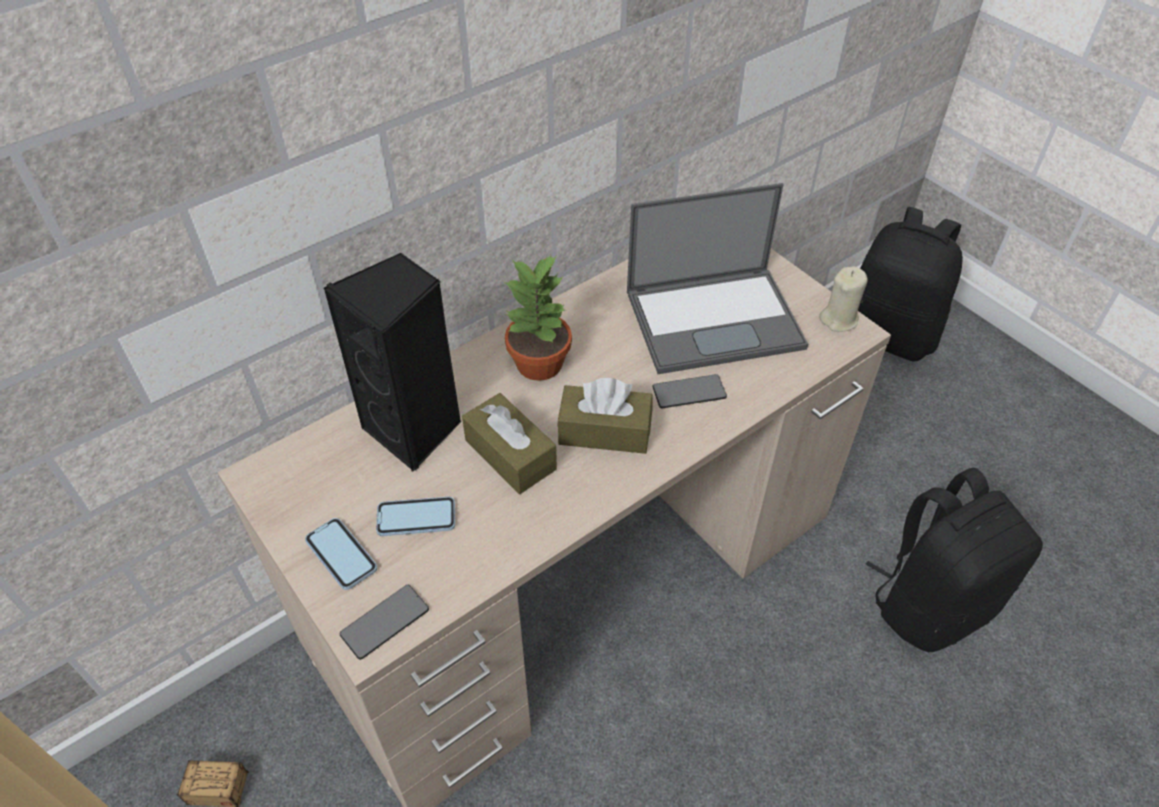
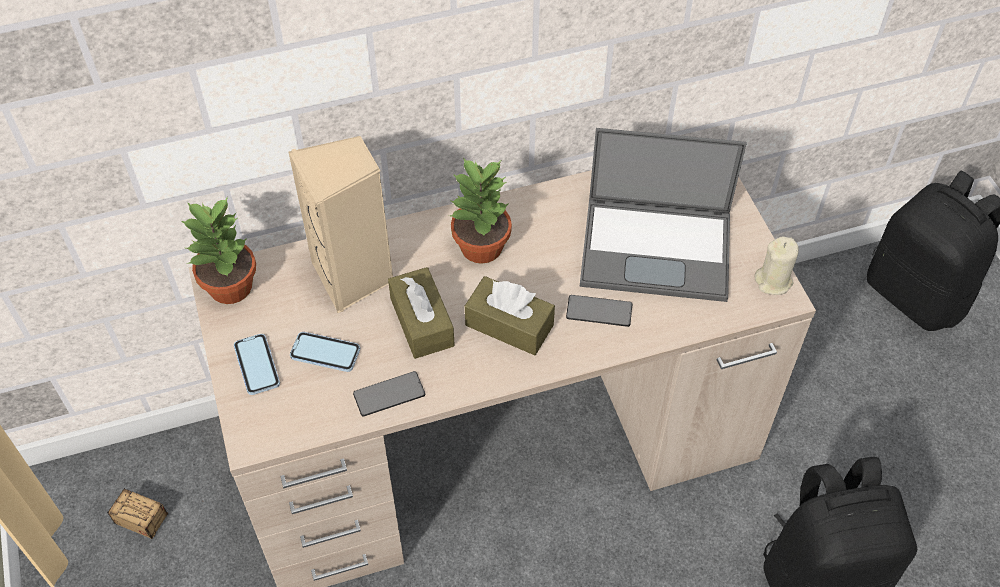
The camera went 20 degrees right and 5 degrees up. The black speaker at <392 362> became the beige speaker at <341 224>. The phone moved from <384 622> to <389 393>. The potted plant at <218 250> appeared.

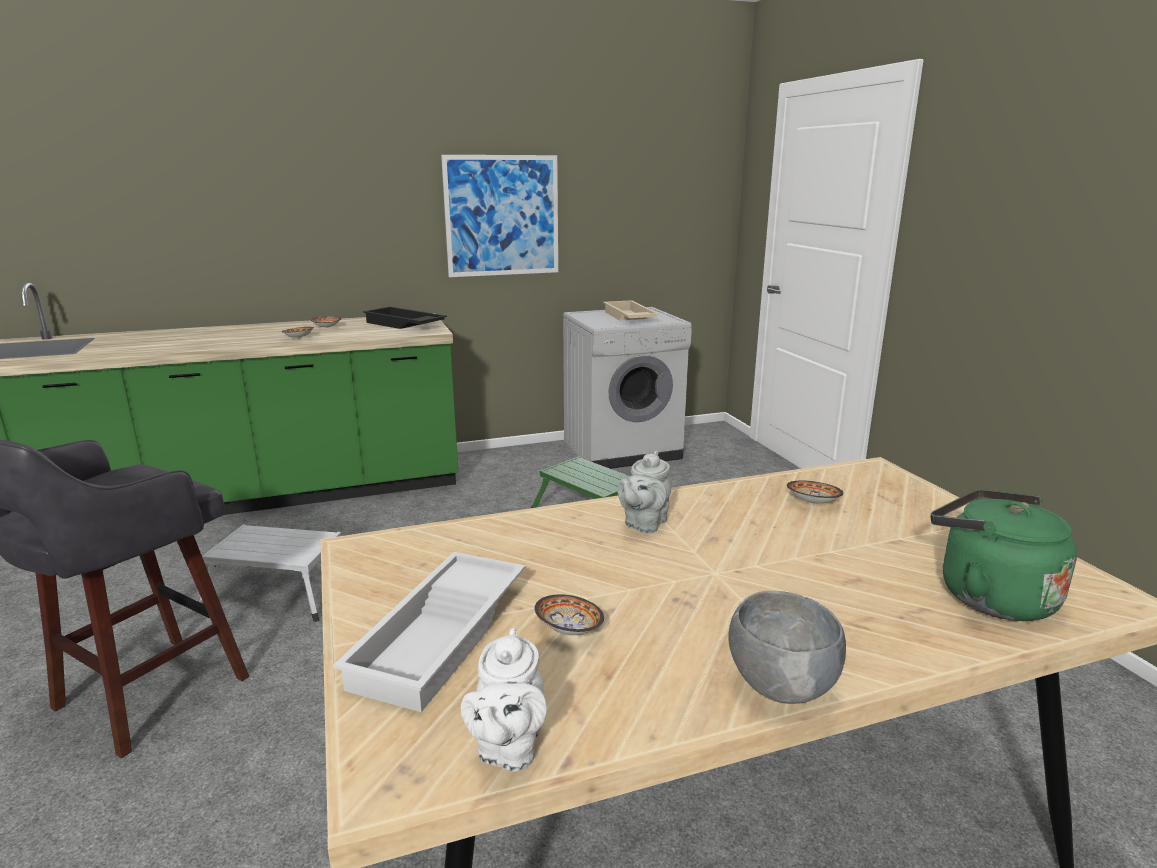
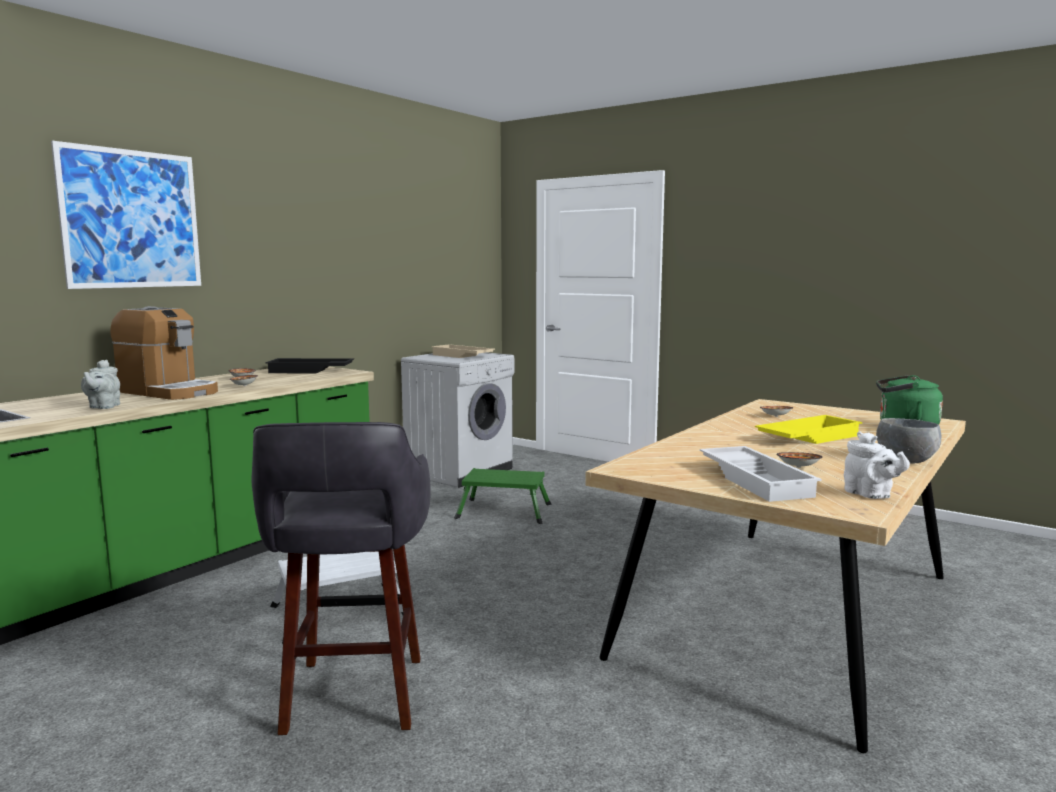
The camera went 35 degrees left and 10 degrees down. The picture moved from <499 216> to <126 215>. The grey teapot moved from <644 492> to <100 384>. The coffee machine at <164 353> appeared. The yellow tray at <808 429> appeared.

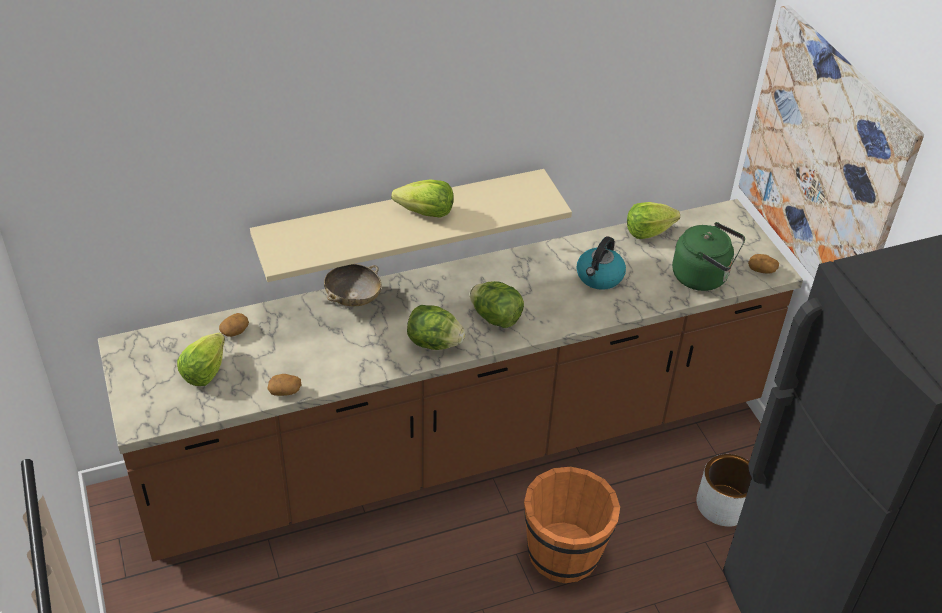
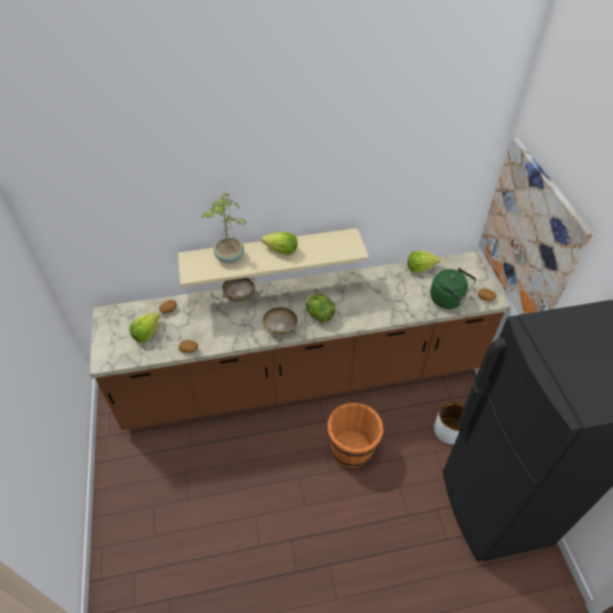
The camera went 10 degrees right and 5 degrees up. The kettle at <601 263> disappeared. The lettuce at <436 327> was replaced by the beige bowl at <280 319>. The potted plant at <224 227> appeared.

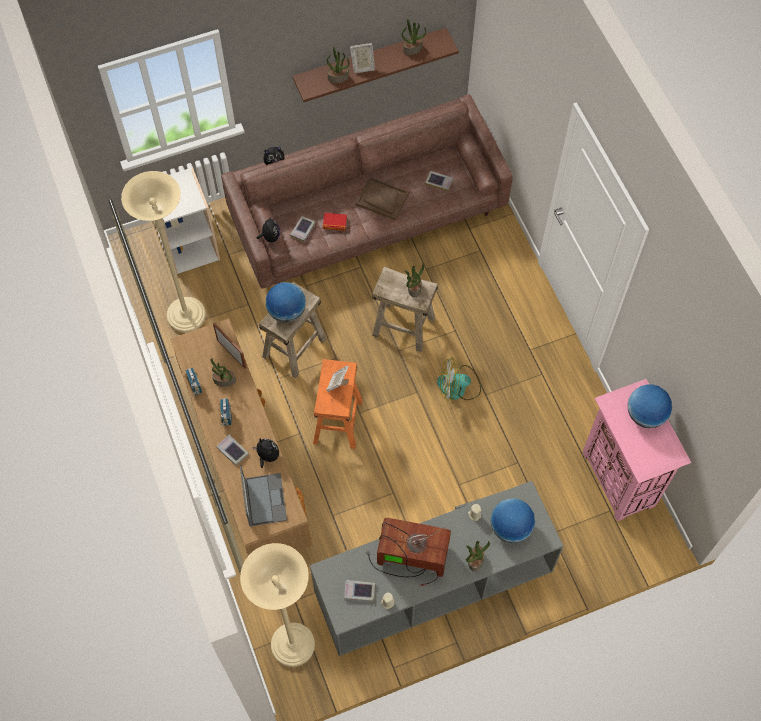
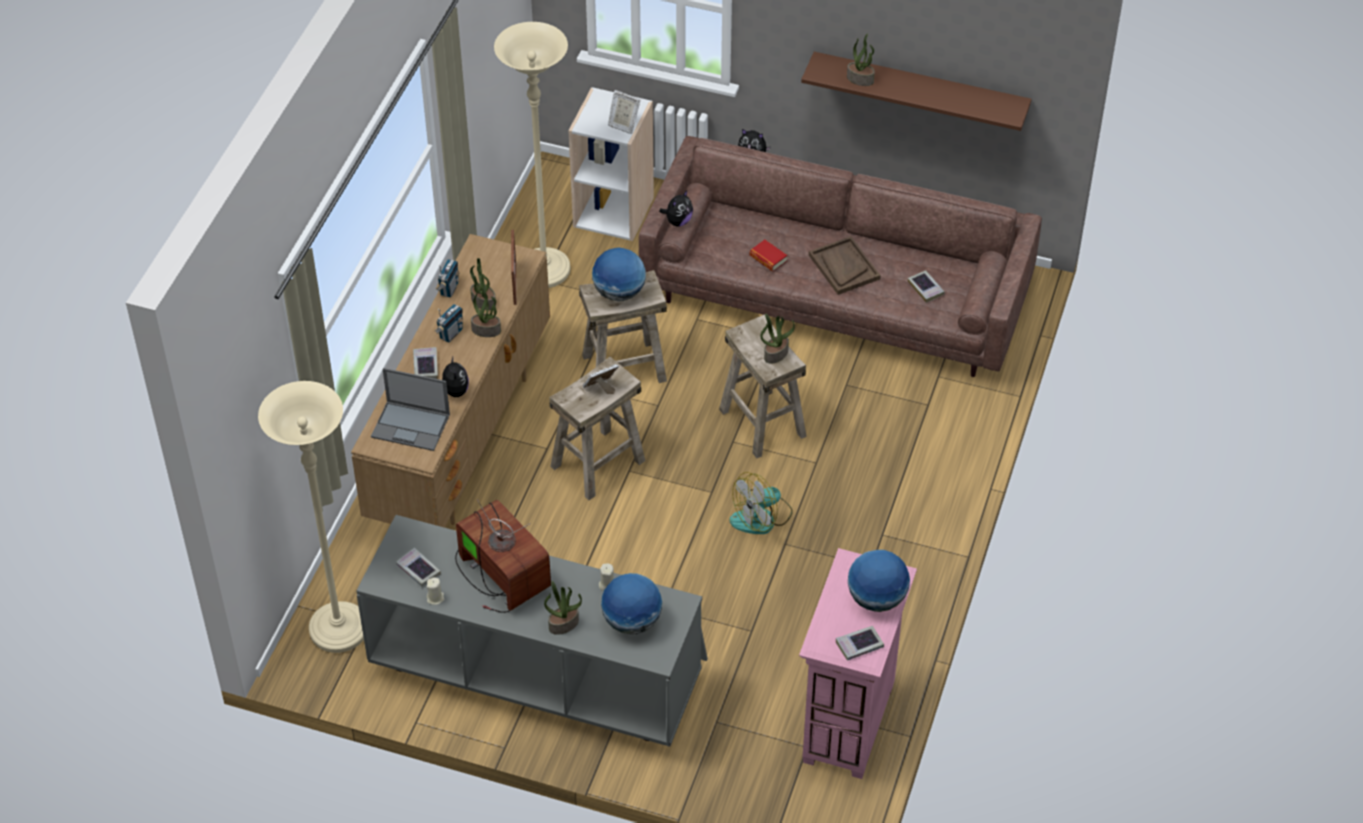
The camera went 40 degrees right and 15 degrees down. The potted plant moved from <414 36> to <486 311>. The picture frame moved from <362 58> to <624 112>. The book moved from <303 229> to <860 643>. The fan at <459 379> turned 75 degrees counterclockwise. The orange stool at <338 404> became the beige stool at <597 428>. The laptop at <263 495> turned 75 degrees clockwise.

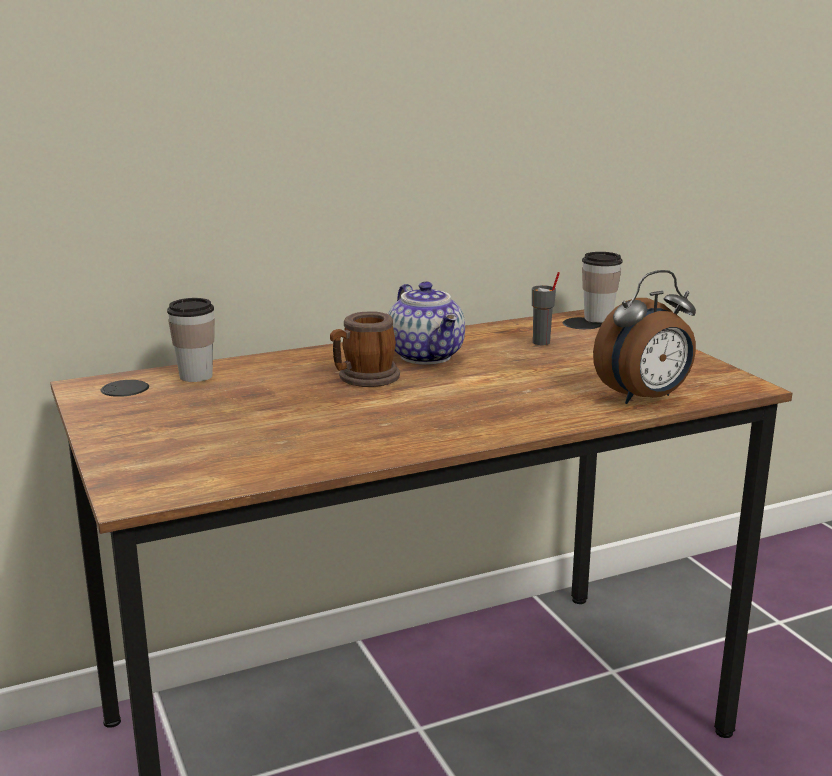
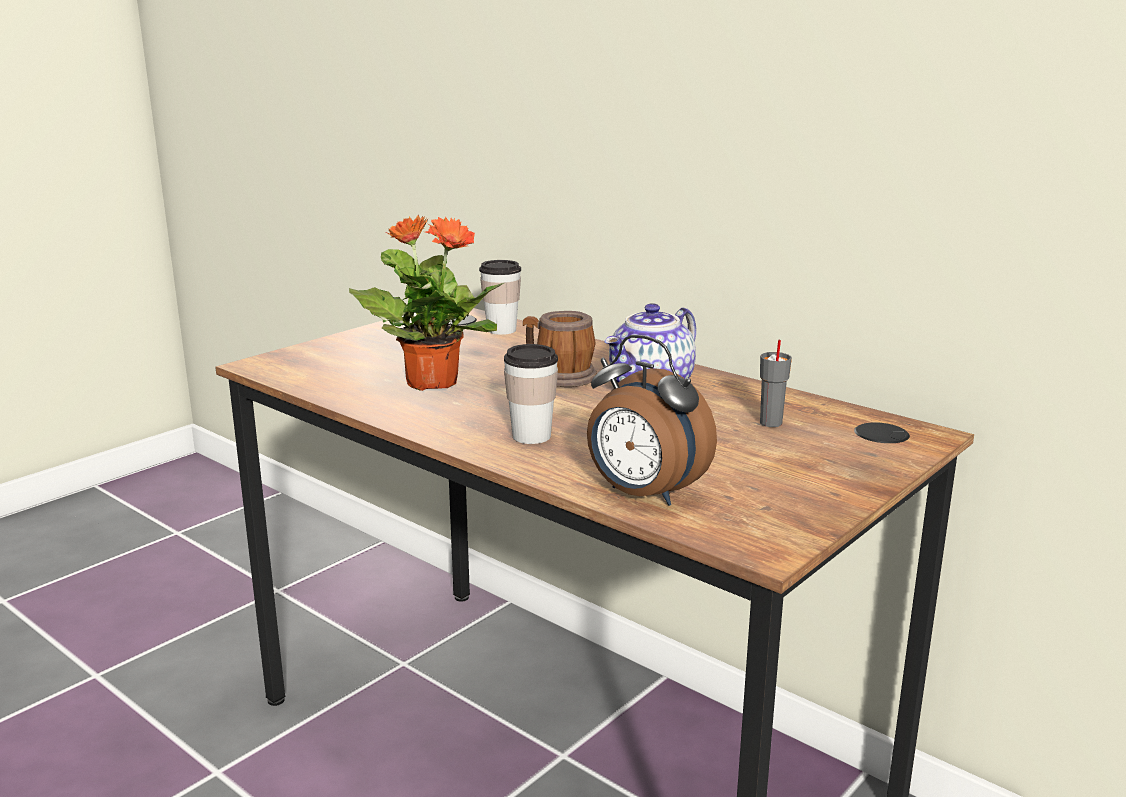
The camera went 65 degrees right and 0 degrees up. The cup moved from <602 287> to <531 394>. The potted plant at <426 303> appeared.

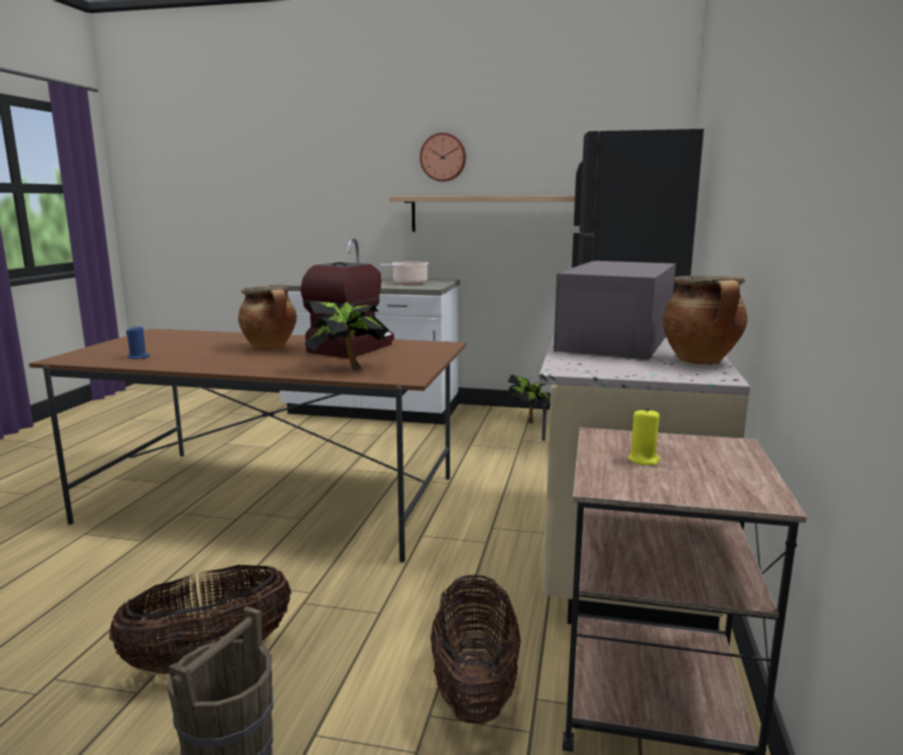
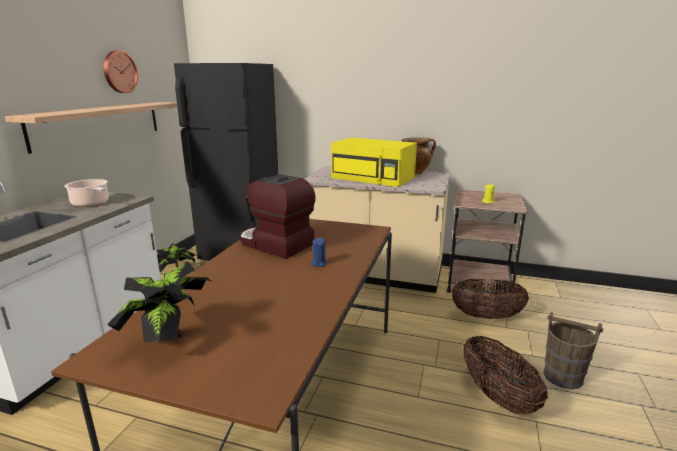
The camera went 85 degrees left and 5 degrees up. The wall clock moved from <443 157> to <120 72>. The grey microwave at <615 310> became the yellow microwave at <374 162>. The cooking pot at <267 318> disappeared. The potted plant moved from <347 336> to <159 302>. The blue candle moved from <138 342> to <319 252>.

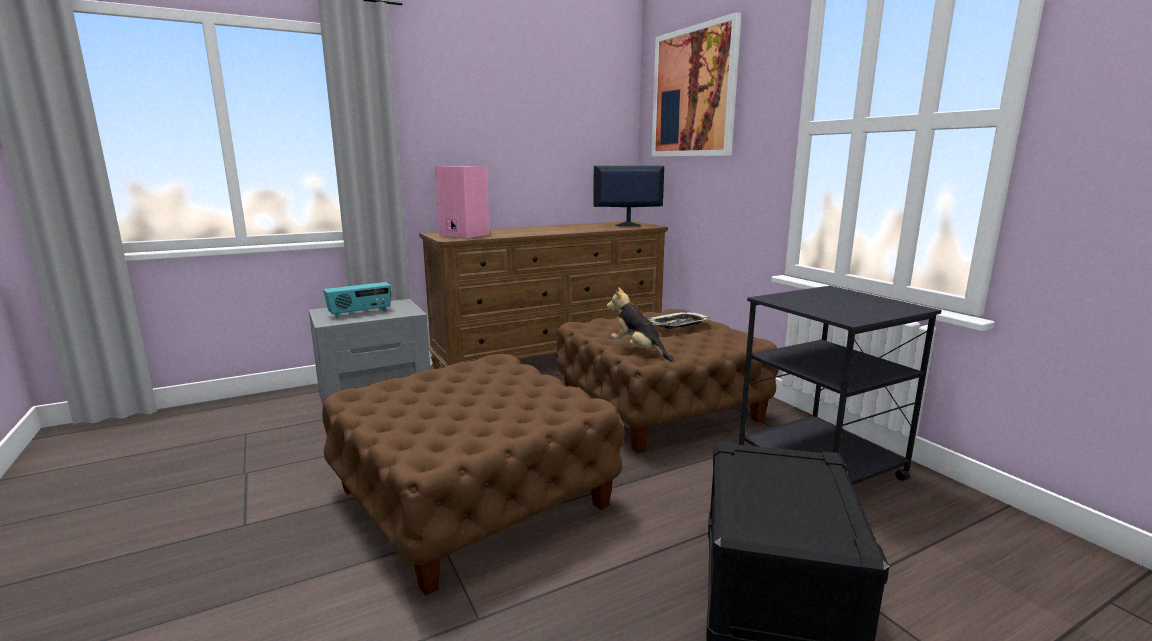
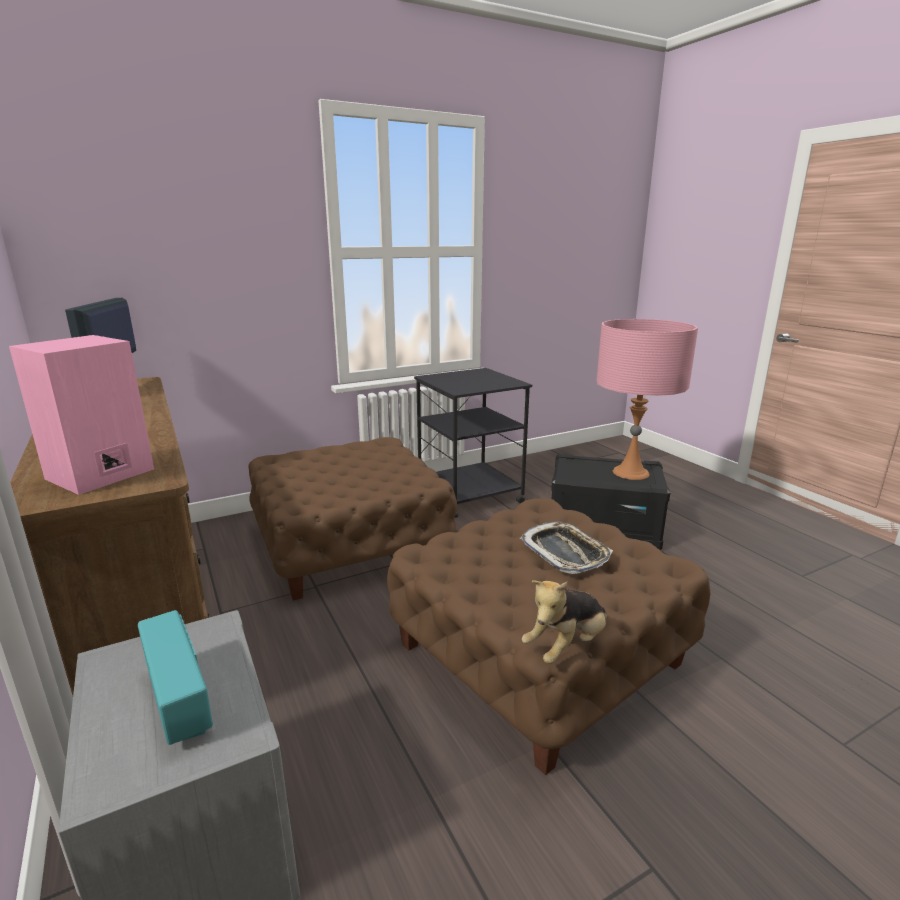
The camera went 90 degrees left and 5 degrees up. The picture at <697 84> disappeared. The plush toy moved from <640 324> to <564 622>. The tray moved from <680 320> to <566 547>. The pink table lamp at <647 399> appeared.

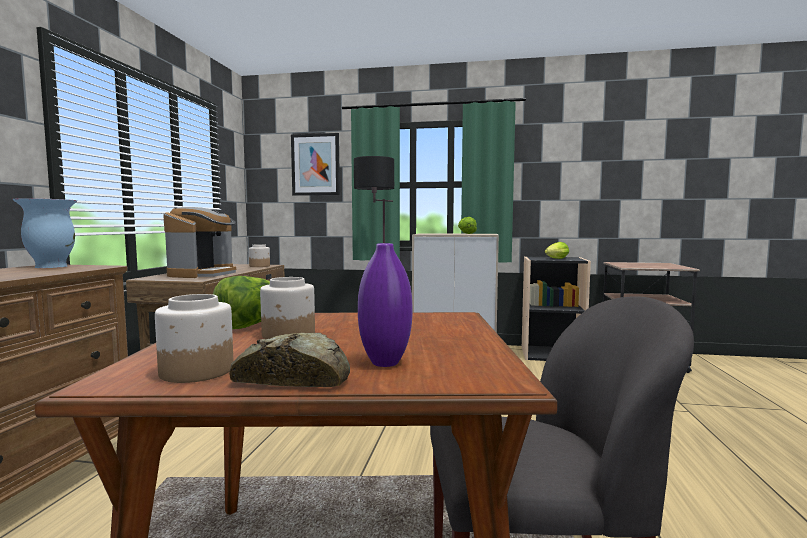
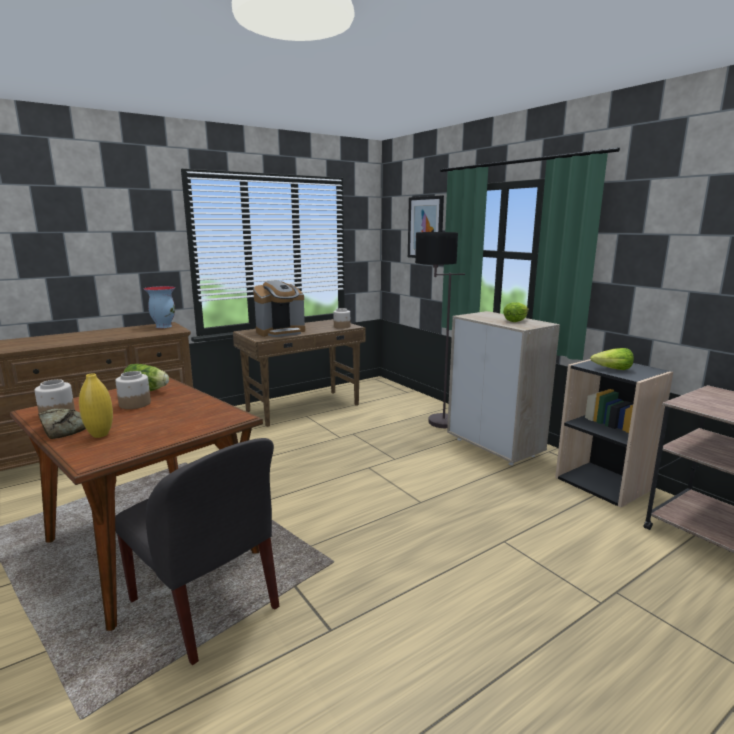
The camera went 45 degrees right and 10 degrees up. The purple vase at <385 305> became the yellow vase at <96 405>.

